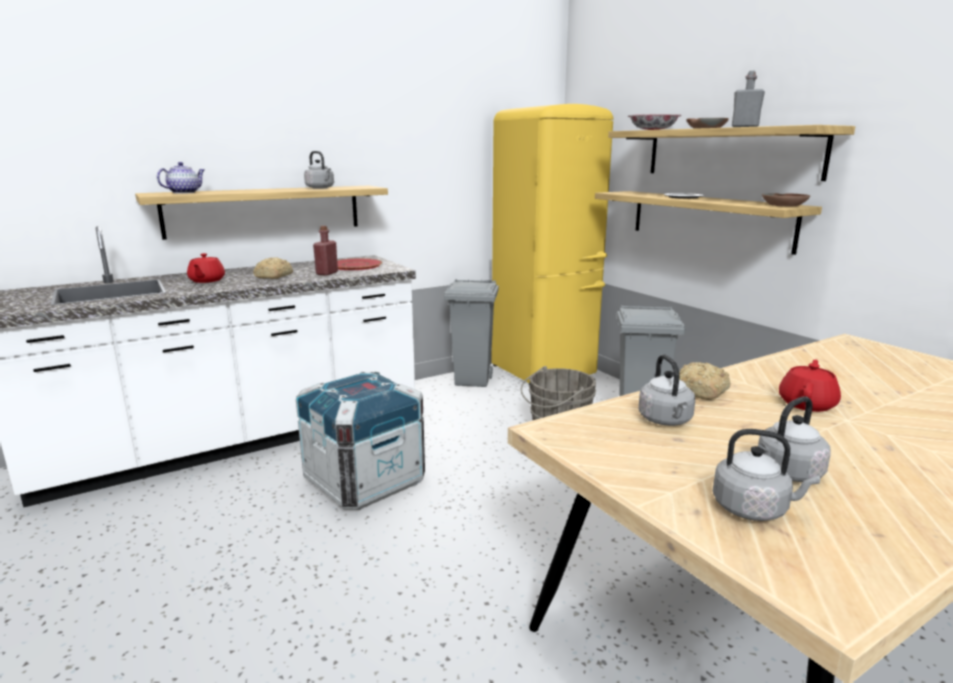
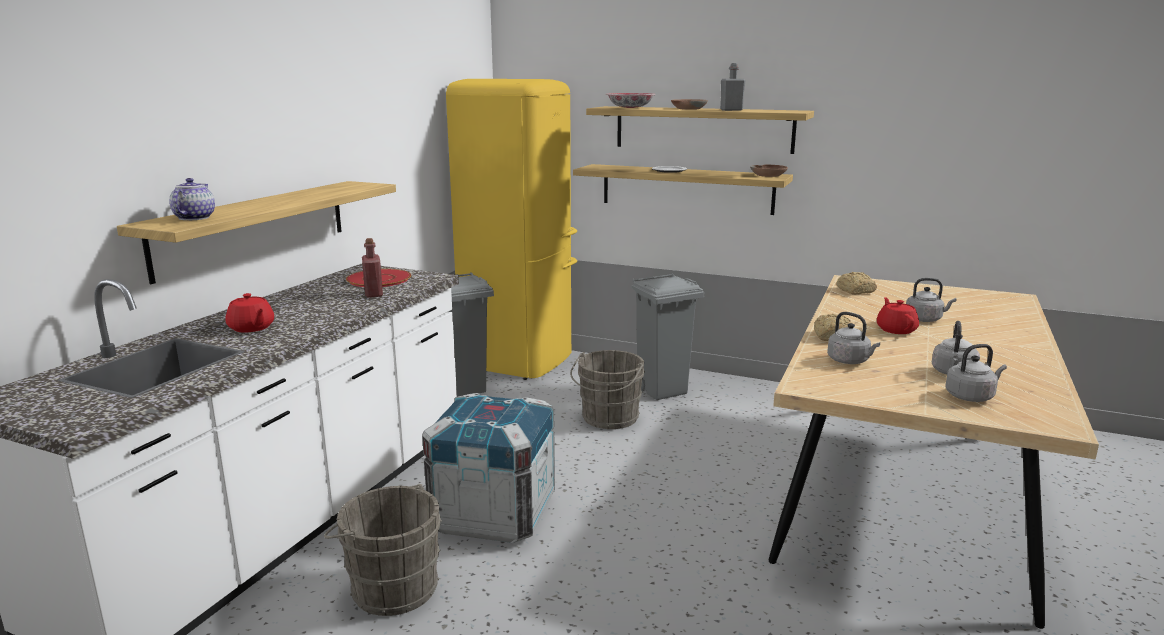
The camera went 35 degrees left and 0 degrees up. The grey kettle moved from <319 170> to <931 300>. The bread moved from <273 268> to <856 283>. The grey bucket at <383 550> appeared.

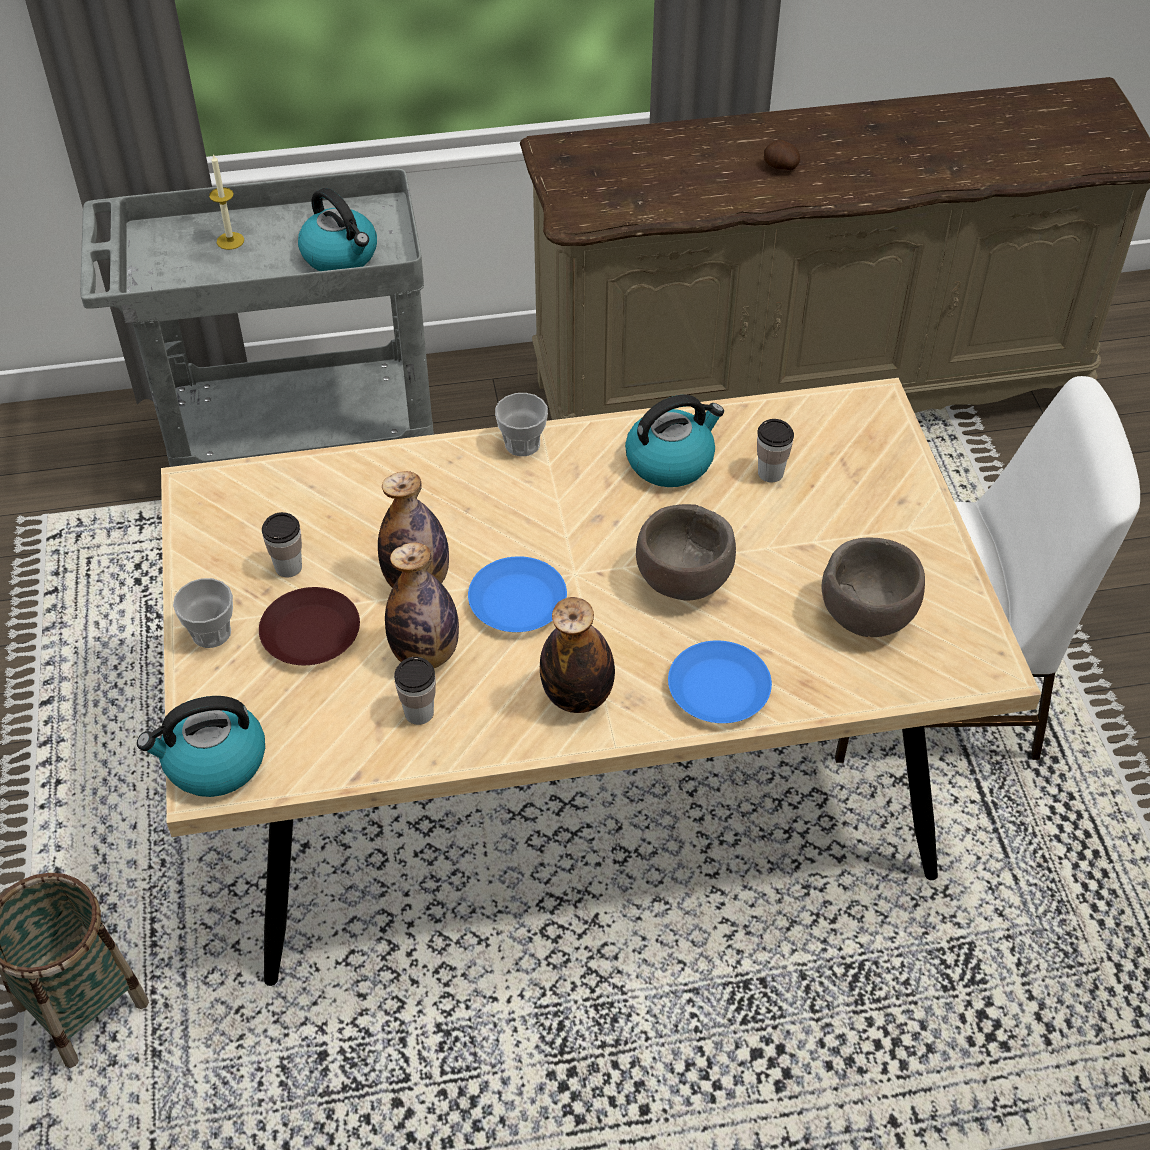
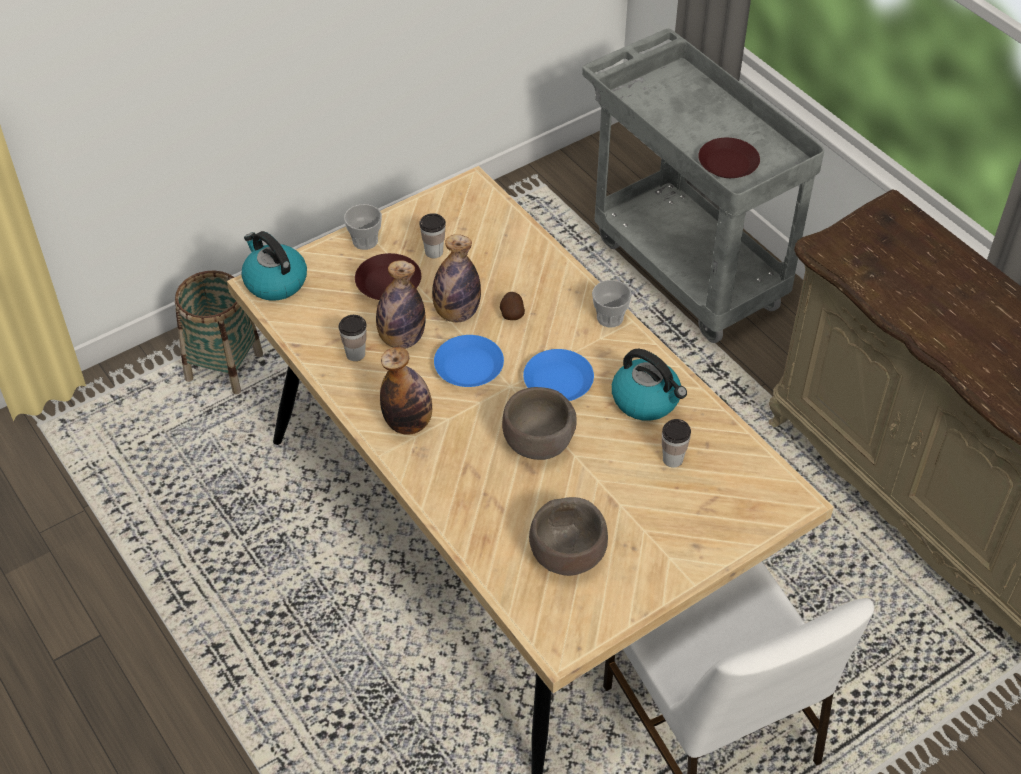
The camera went 65 degrees right and 0 degrees up. The potato moved from <782 155> to <512 306>. The candle at <226 201> disappeared. The kettle at <337 229> was replaced by the brown plate at <729 158>. The blue plate moved from <720 681> to <558 375>.

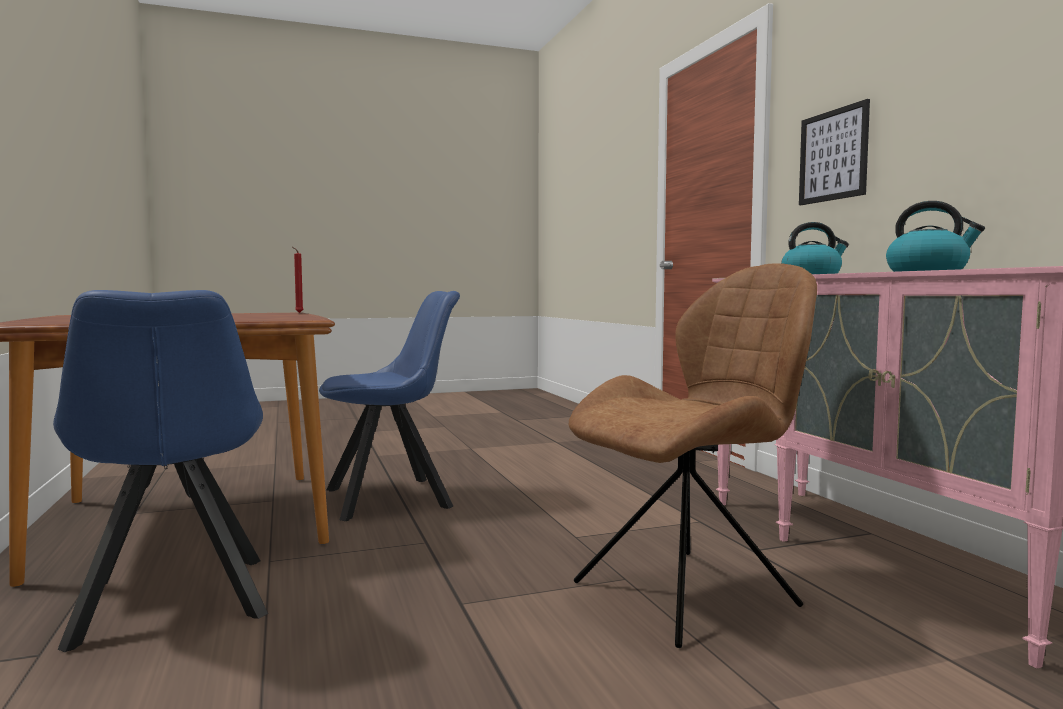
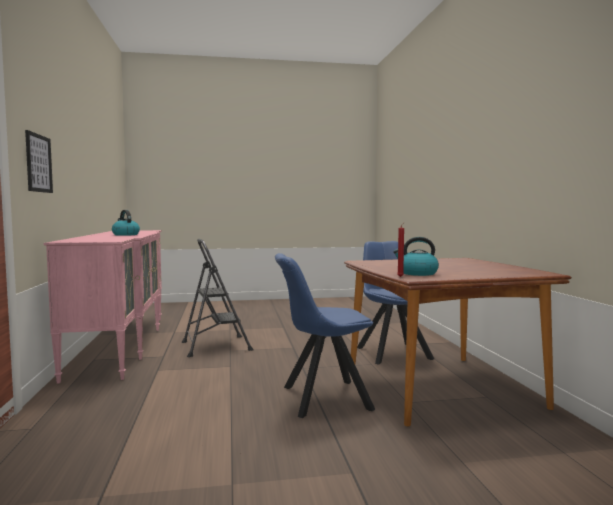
The camera went 170 degrees left and 0 degrees up. The kettle moved from <815 248> to <416 256>. The brown chair at <693 455> was replaced by the black step ladder at <218 298>.

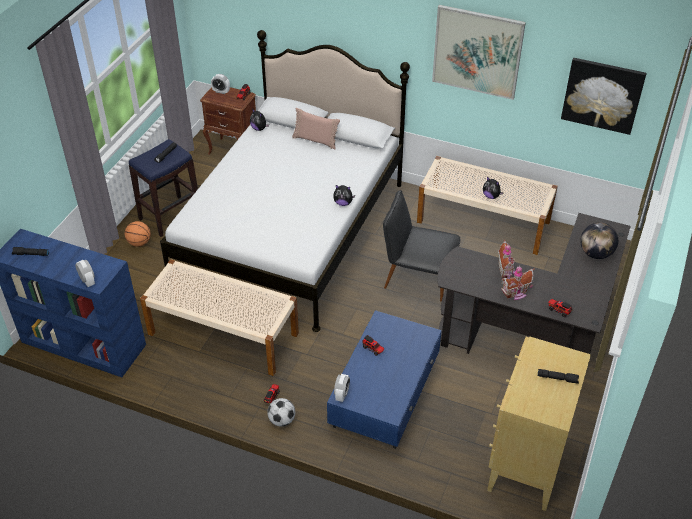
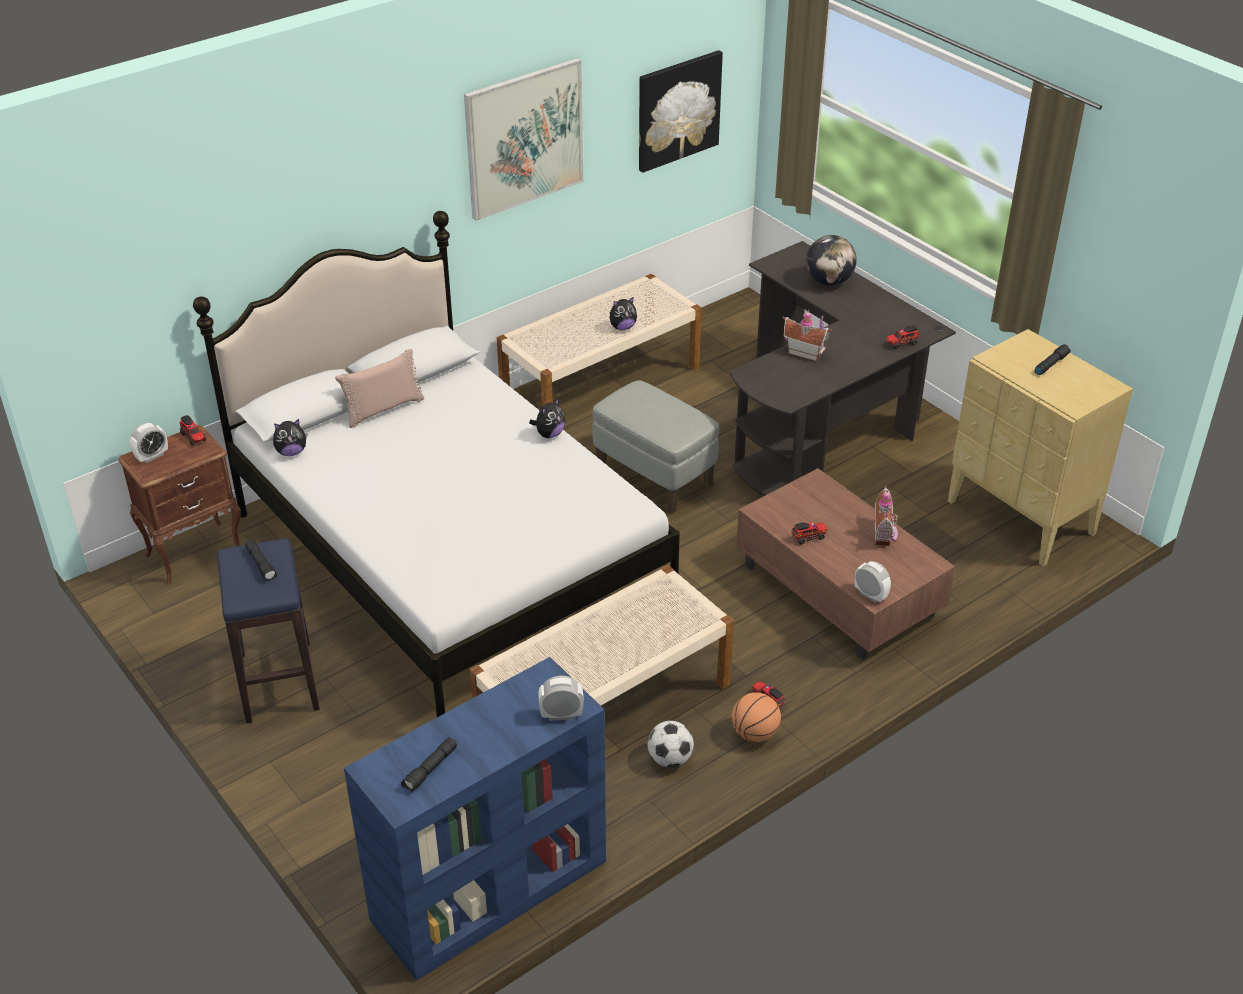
The camera went 60 degrees left and 5 degrees down. The black chair at <421 246> was replaced by the grey ottoman at <655 446>. The basketball moved from <138 234> to <756 717>. The toy house moved from <518 283> to <886 516>. The blue coffee table at <384 379> became the brown coffee table at <845 564>. The football moved from <281 412> to <670 744>.

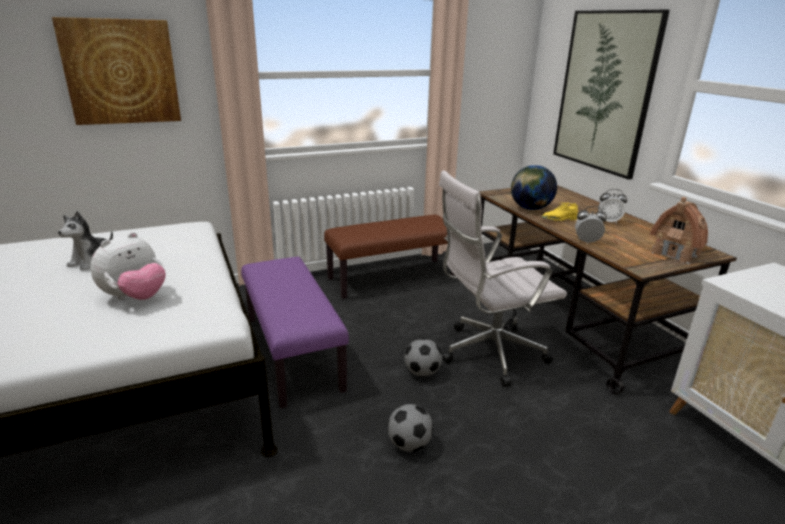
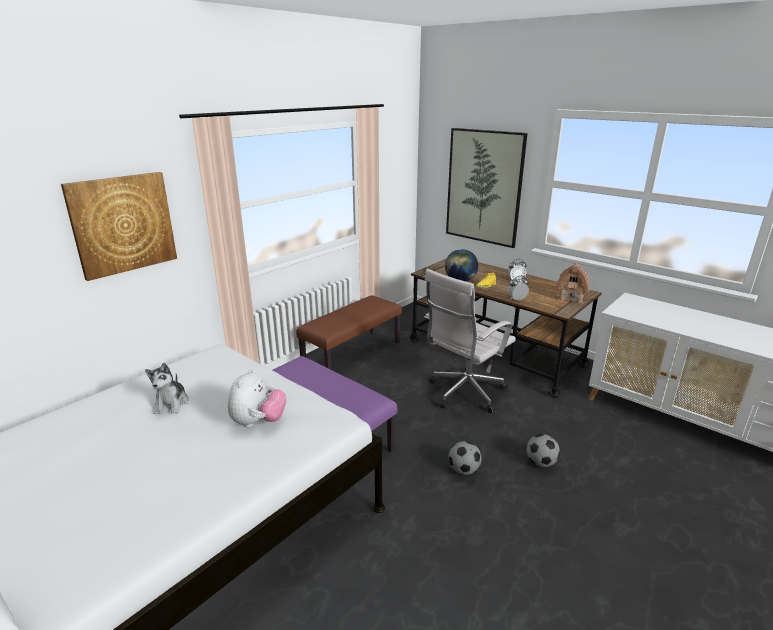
The camera went 25 degrees left and 0 degrees up. The football moved from <423 358> to <543 450>.

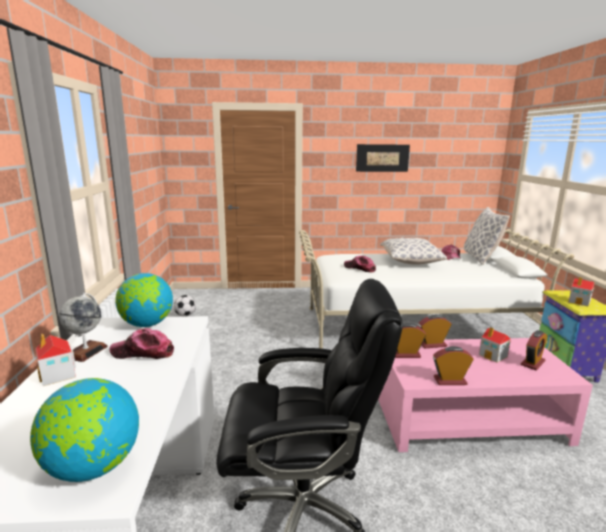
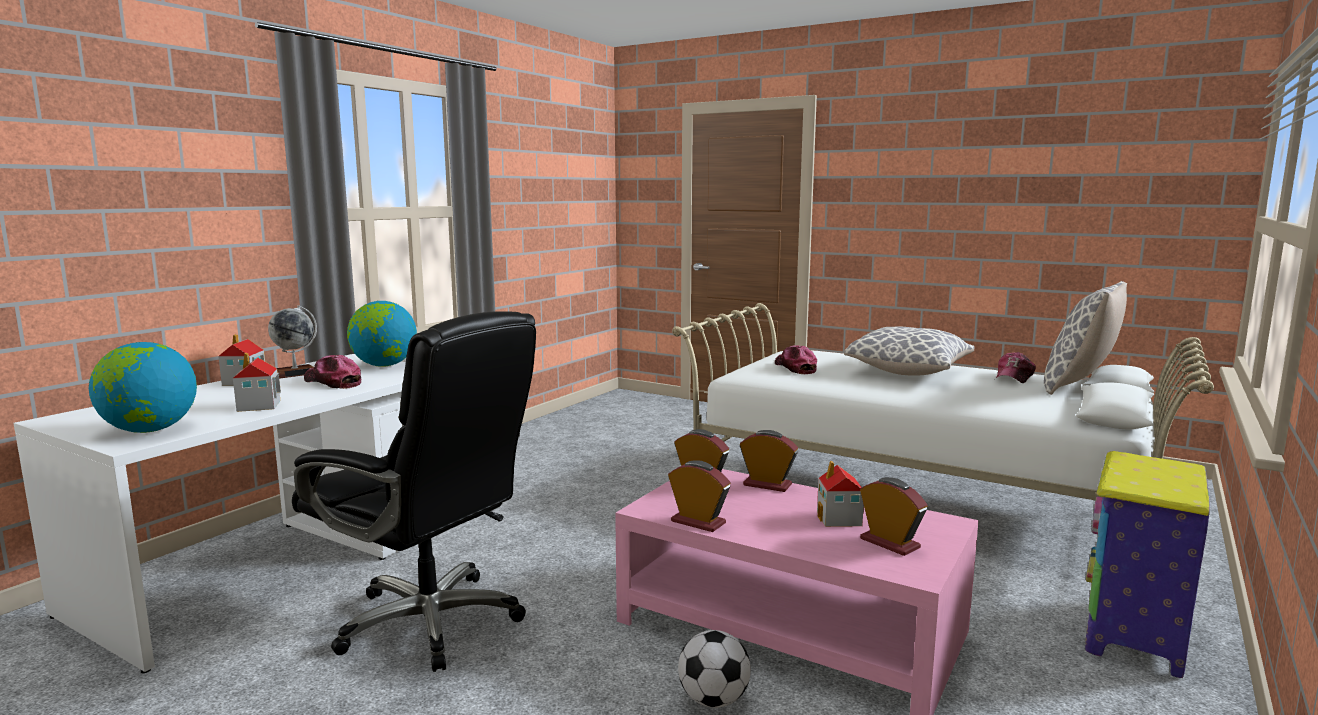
The camera went 35 degrees right and 5 degrees down. The picture at <383 158> disappeared. The toy house moved from <581 291> to <257 382>. The football moved from <185 306> to <714 669>. The alarm clock at <534 350> turned 120 degrees counterclockwise.

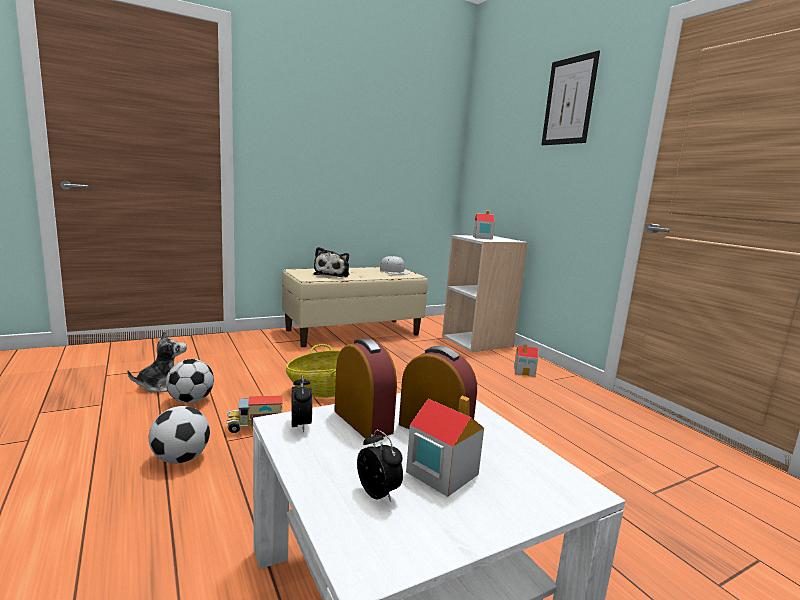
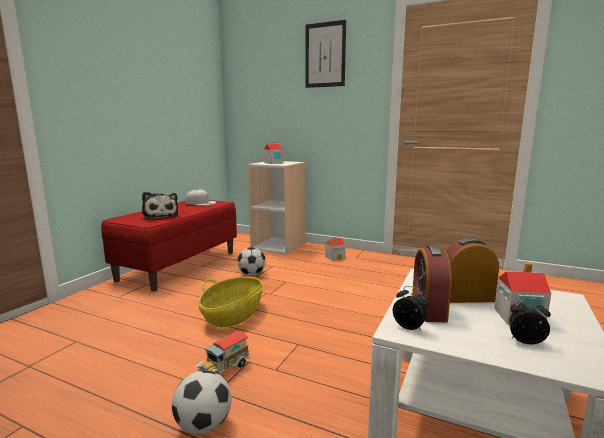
The camera went 35 degrees left and 0 degrees up. The beige bench at <355 307> became the red bench at <169 246>. The plush toy at <157 362> disappeared. The alarm clock at <365 388> turned 105 degrees counterclockwise. The football moved from <190 381> to <251 261>.

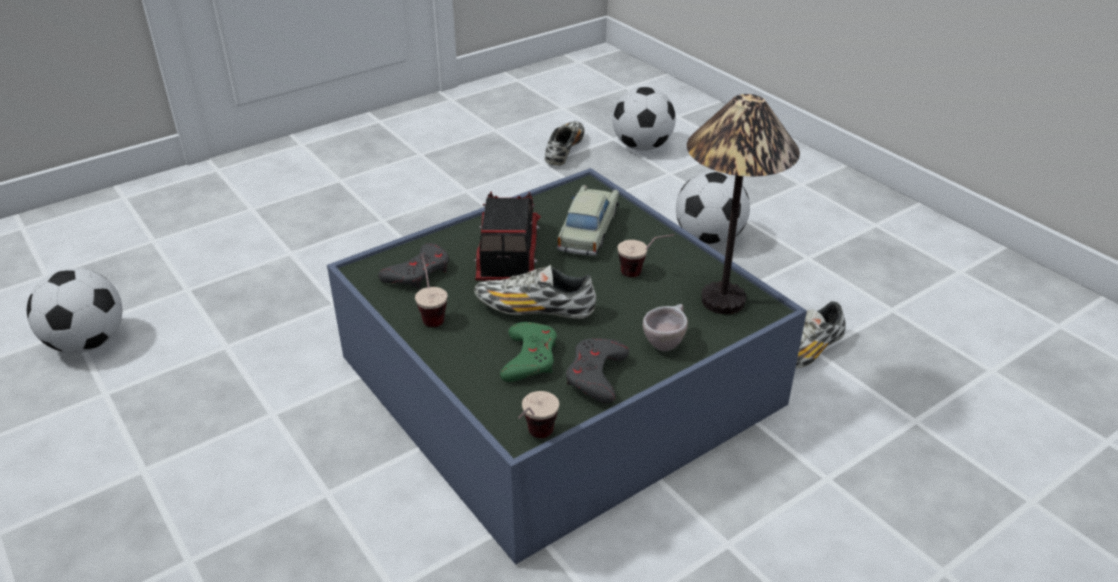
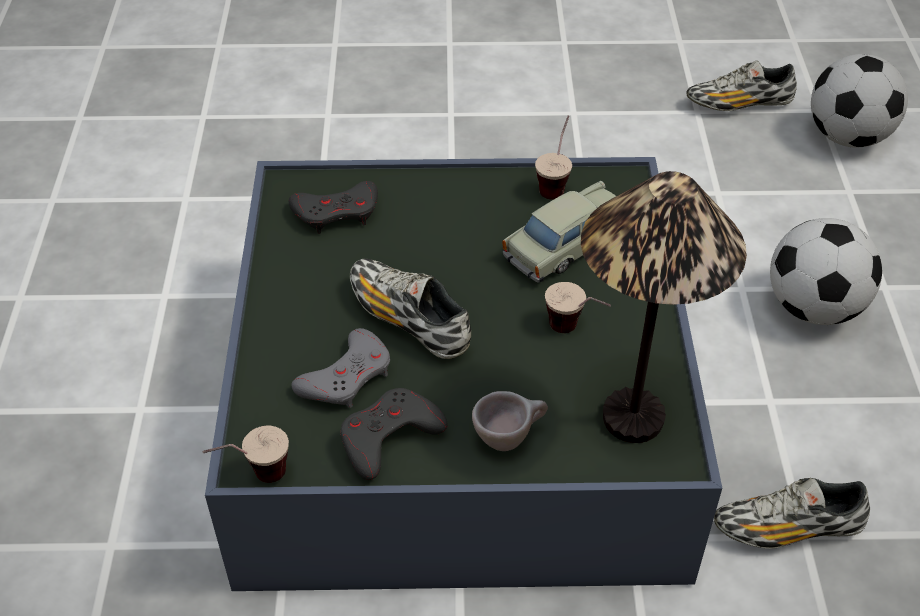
The camera went 35 degrees right and 10 degrees up. The shoe at <565 143> turned 150 degrees counterclockwise. The toy truck at <507 236> disappeared. The cup moved from <431 290> to <553 158>. The football at <74 310> disappeared. The green game controller at <528 352> became the grey game controller at <340 368>.

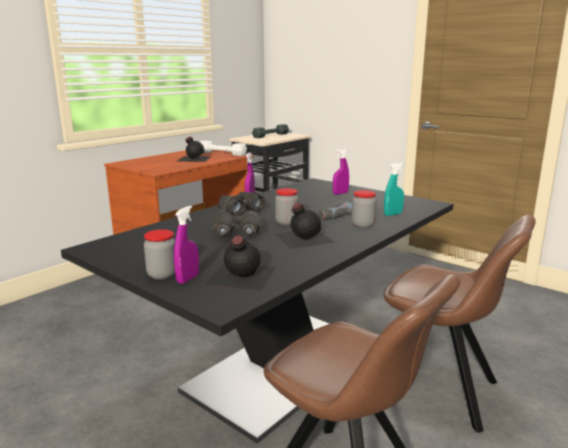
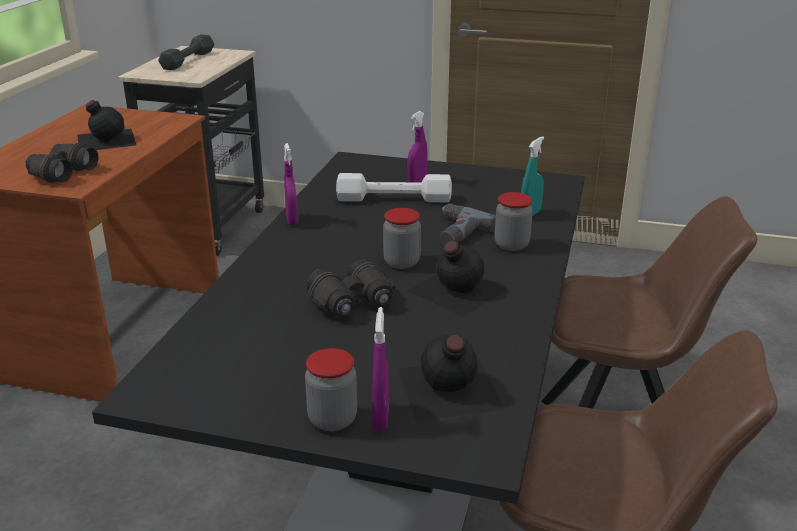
The camera went 25 degrees left and 10 degrees up. The white dumbbell moved from <223 148> to <394 187>. The black binoculars moved from <241 203> to <61 163>.

